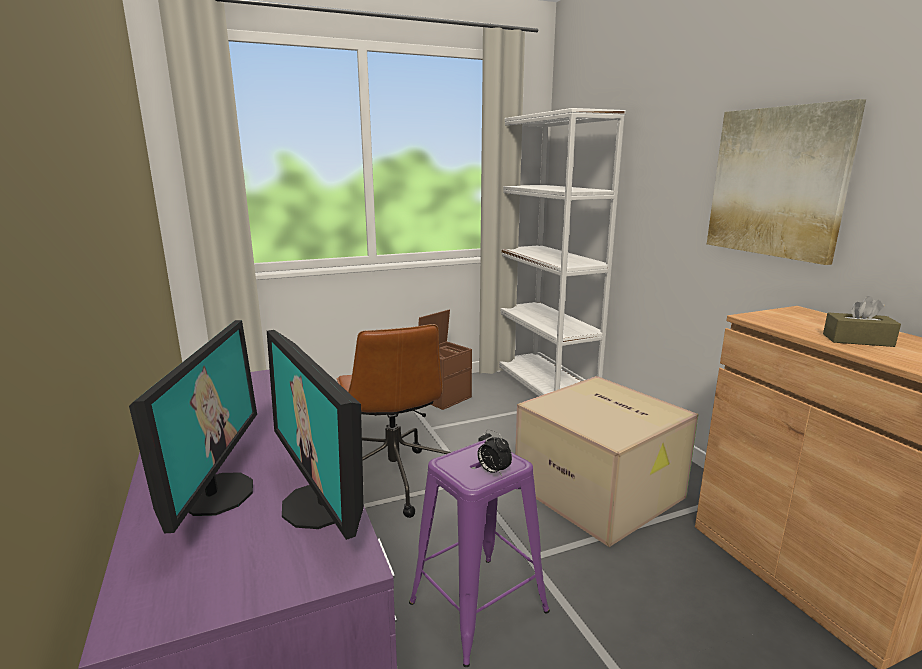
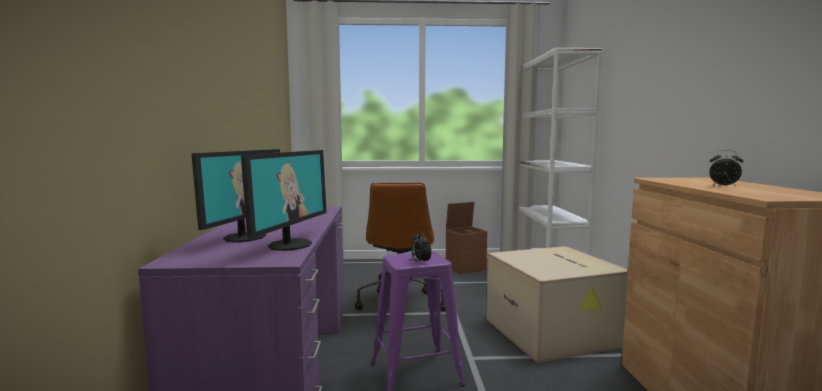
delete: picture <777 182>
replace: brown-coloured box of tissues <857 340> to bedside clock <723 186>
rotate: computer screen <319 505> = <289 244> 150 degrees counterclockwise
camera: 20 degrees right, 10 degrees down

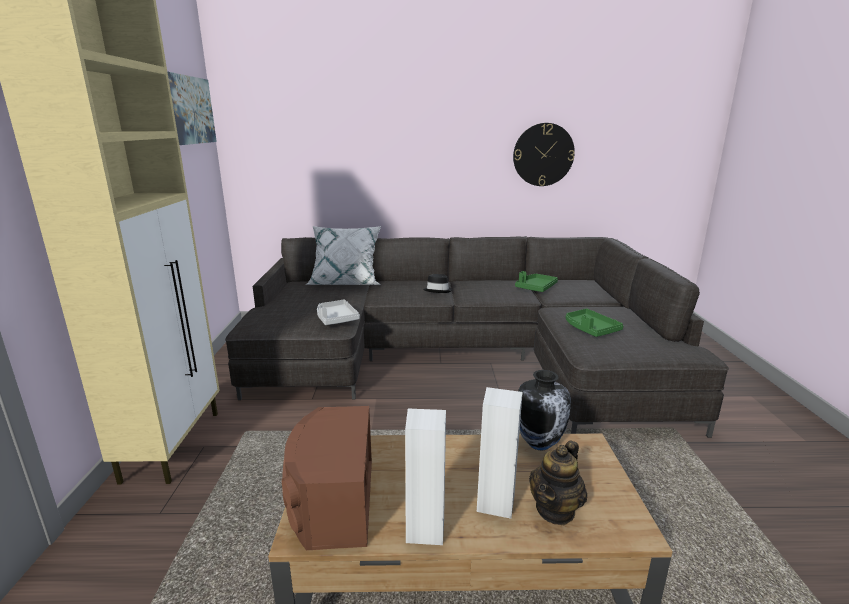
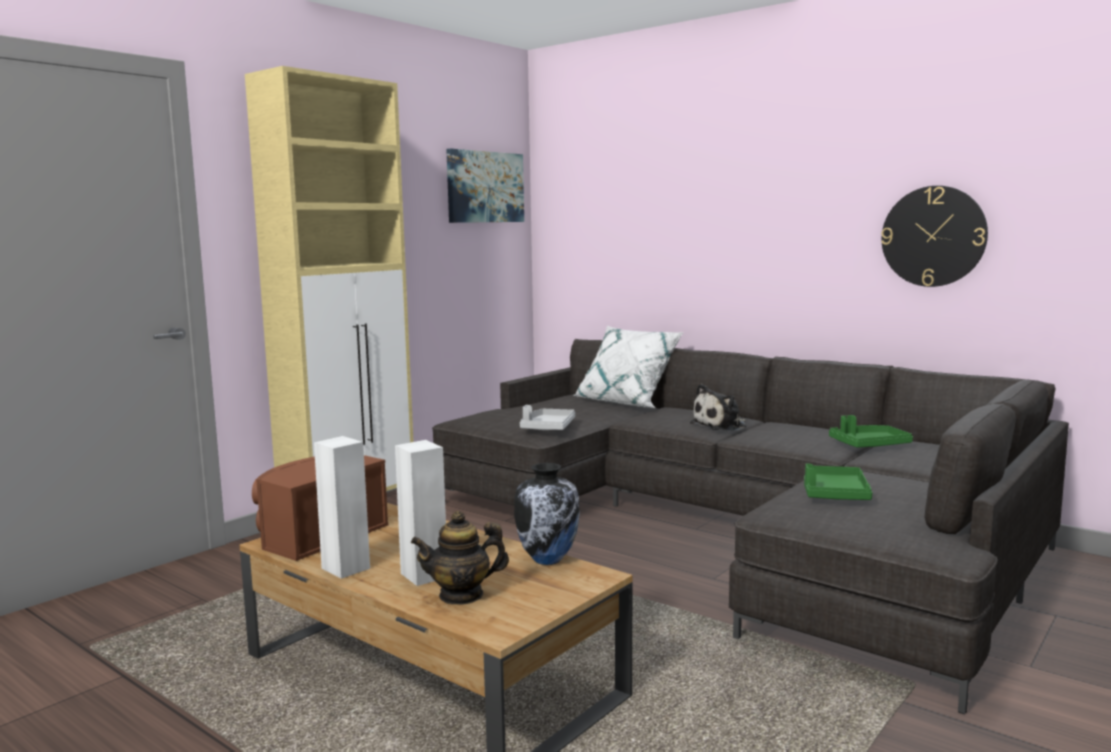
replace: blackish wearable hat <438 290> to soft toy <721 425>
camera: 40 degrees right, 10 degrees down

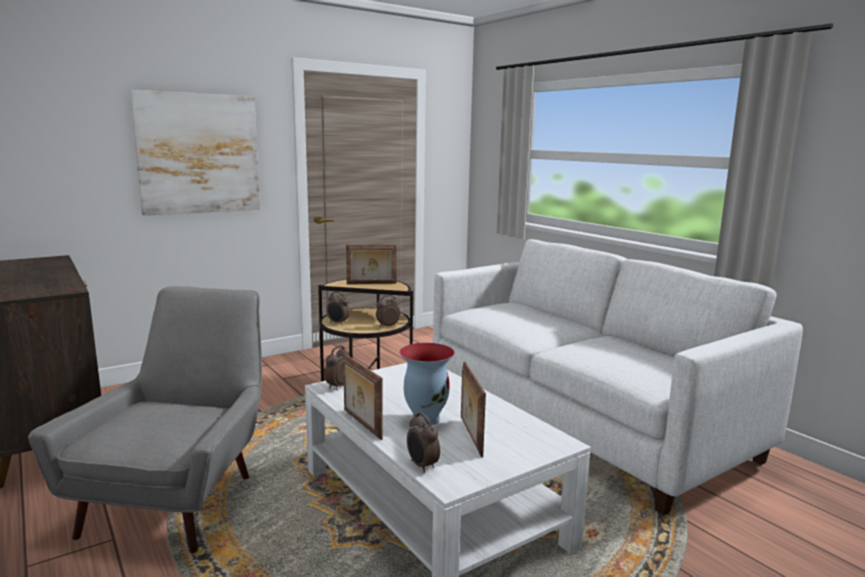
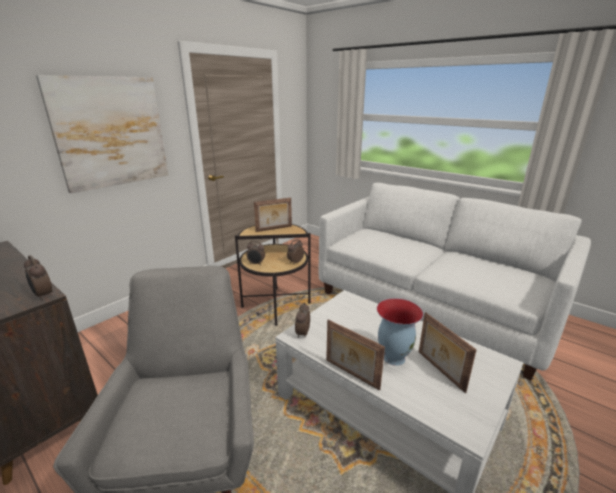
move: bedside clock <422 466> to <43 295>
camera: 15 degrees left, 10 degrees up

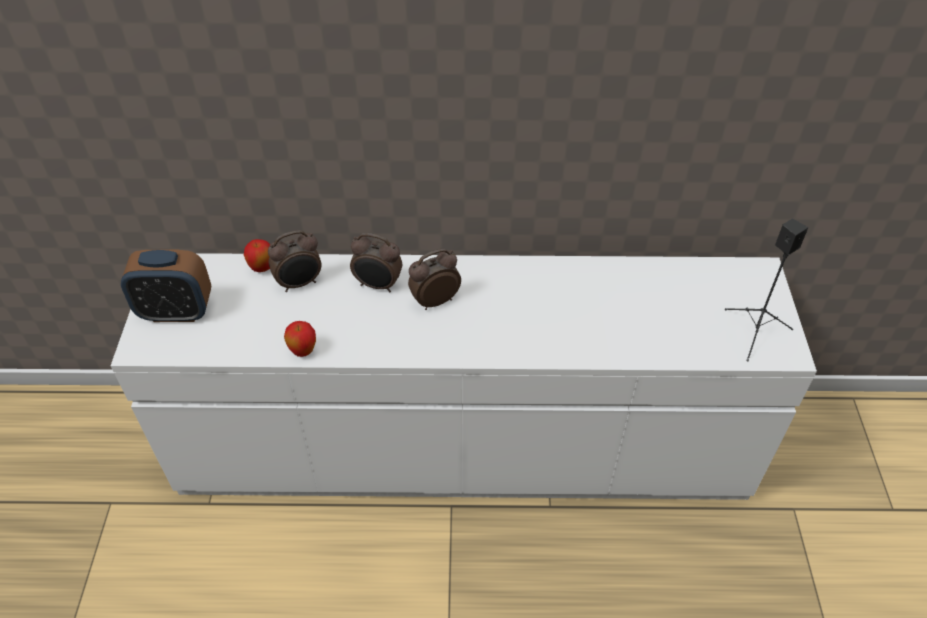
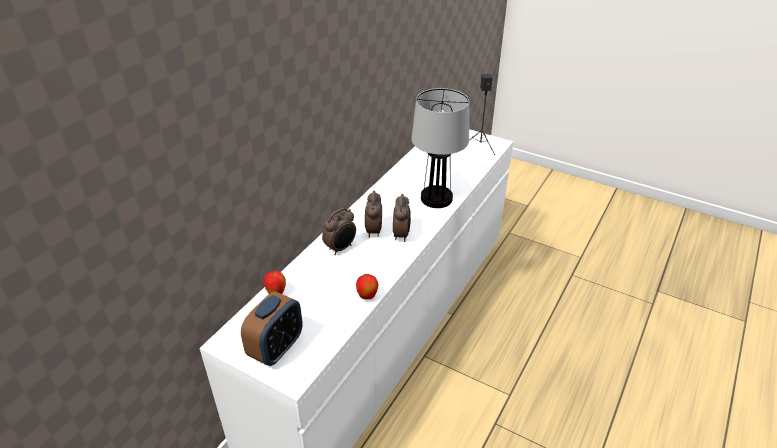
insert: table lamp <436 199>
move: bedside clock <300 283> to <401 235>
camera: 60 degrees left, 10 degrees down

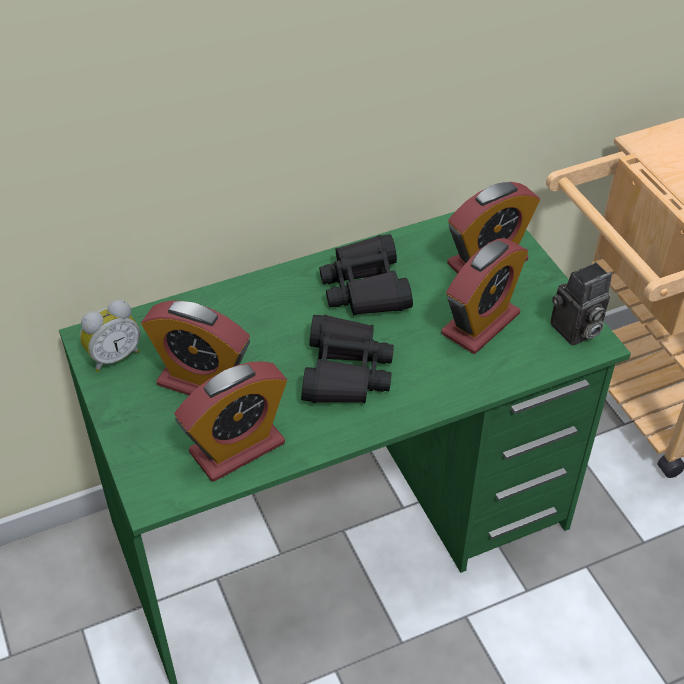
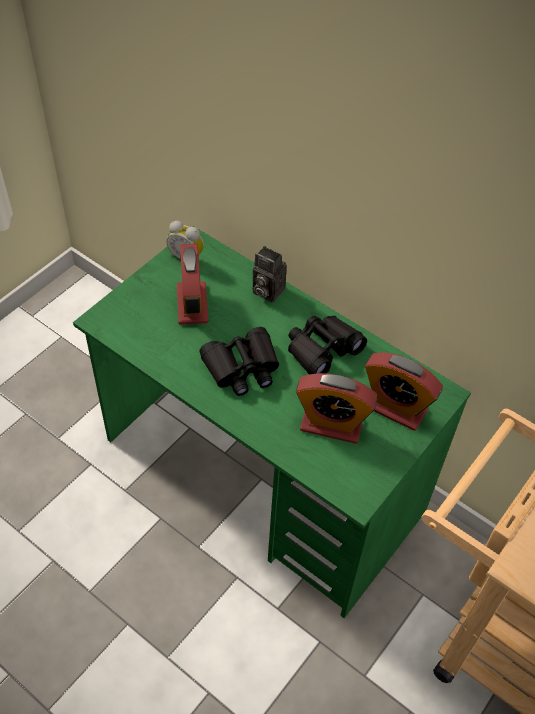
delete: bedside clock <237 448>
move: photo camera <575 331> to <266 291>
camera: 60 degrees right, 5 degrees up

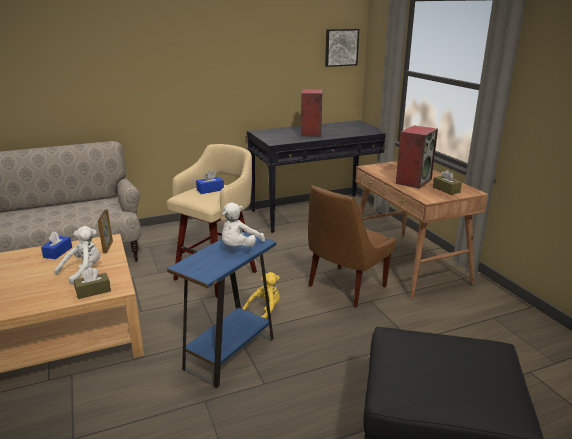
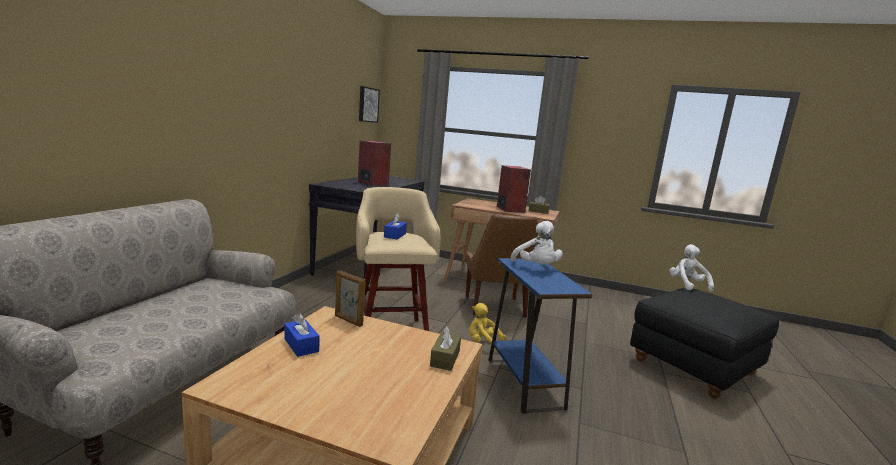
move: white-coloured soft toy <83 271> to <687 285>
rotate: yellow soft toy <265 311> = <483 344> 75 degrees counterclockwise
camera: 50 degrees left, 10 degrees down

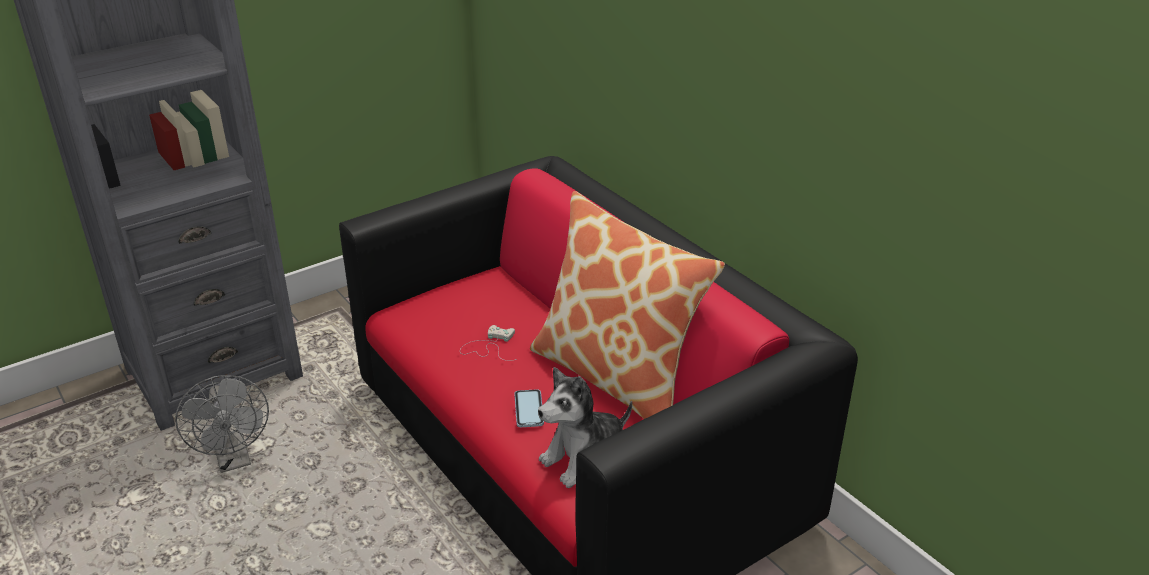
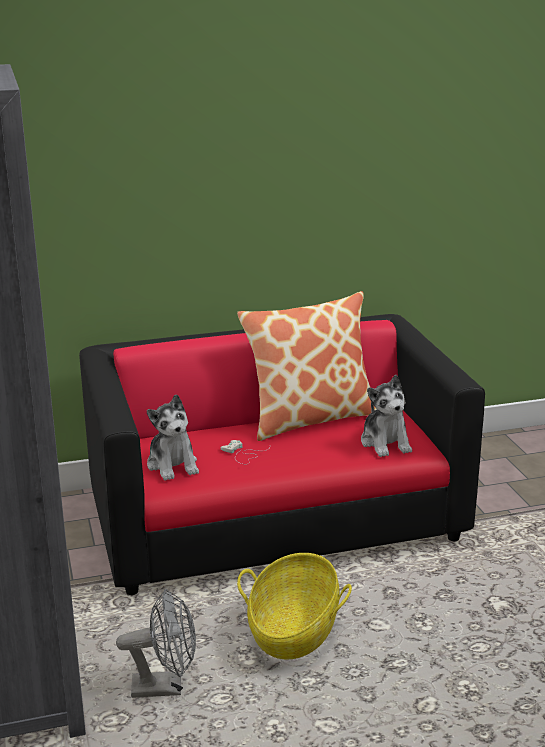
delete: phone <529 410>
insert: soft toy <173 465>; storage basket <294 630>
camera: 70 degrees left, 10 degrees down

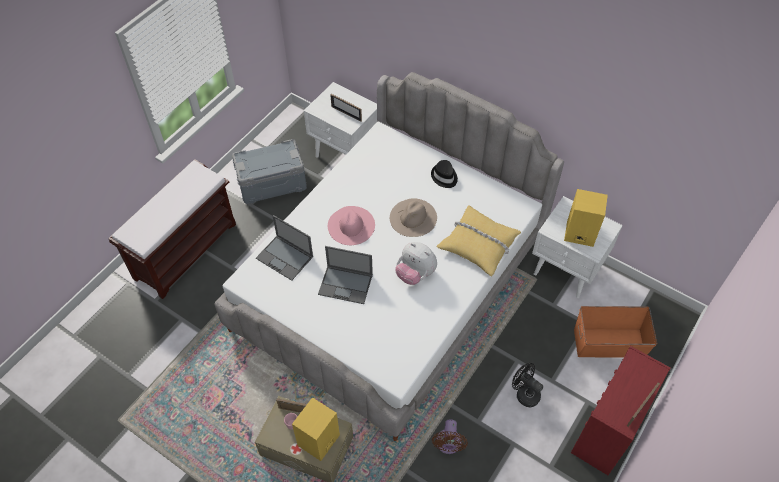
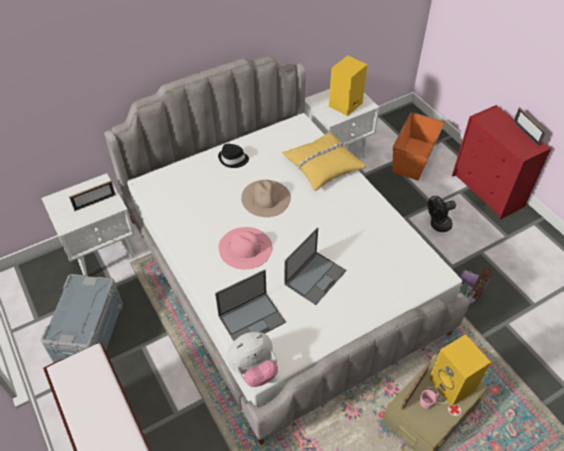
move: soft toy <415 274> to <253 370>
camera: 65 degrees left, 5 degrees down

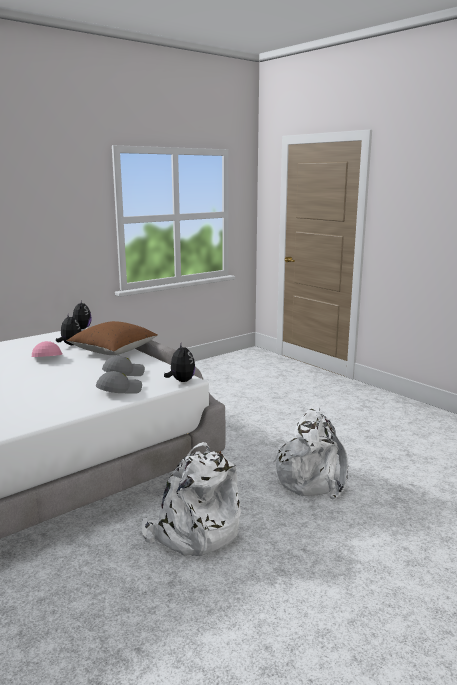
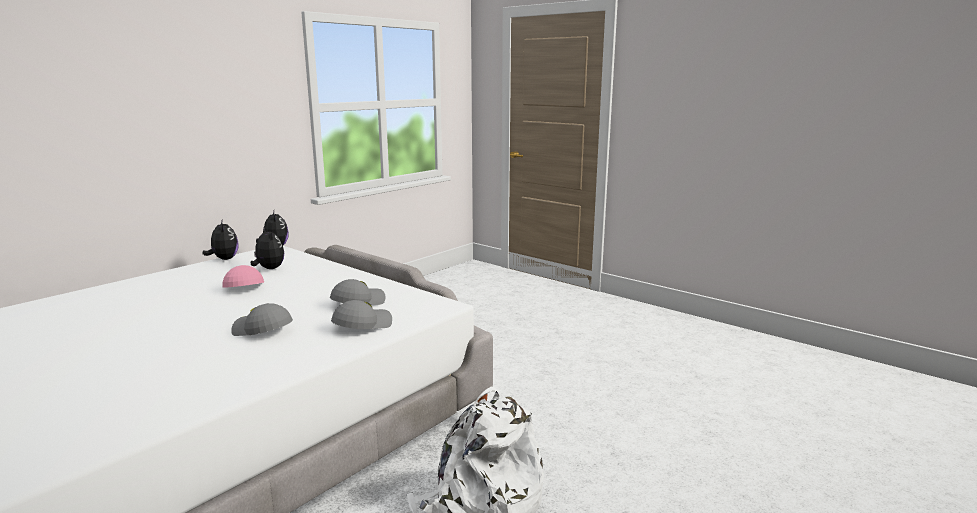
delete: brown-coloured throw pillow <113 351>; white-coloured rucksack <312 479>
insert: gray peaked cap <262 330>
move: soft toy <181 381> to <224 259>
camera: 10 degrees left, 0 degrees up

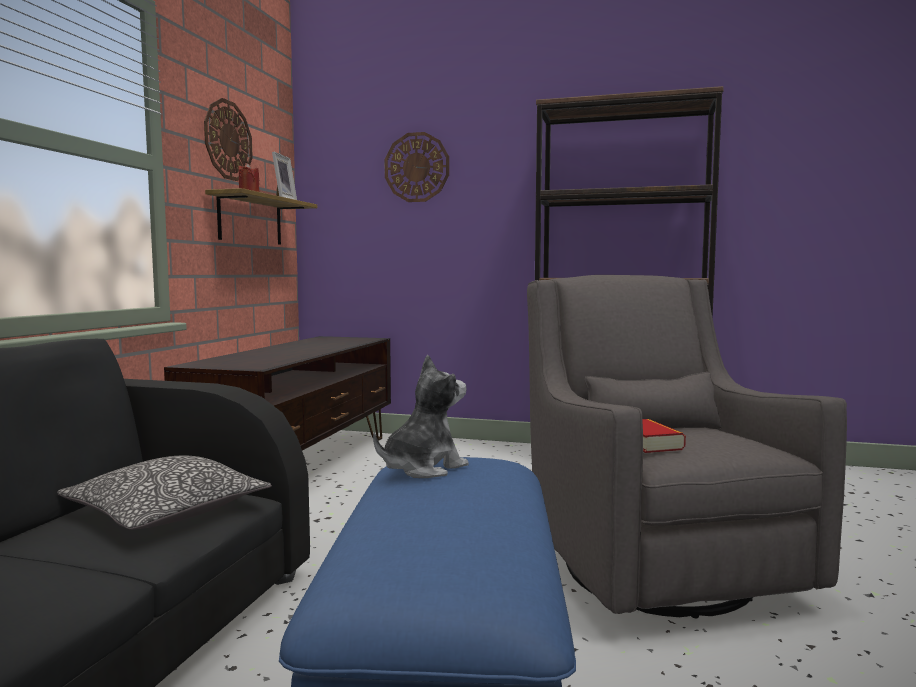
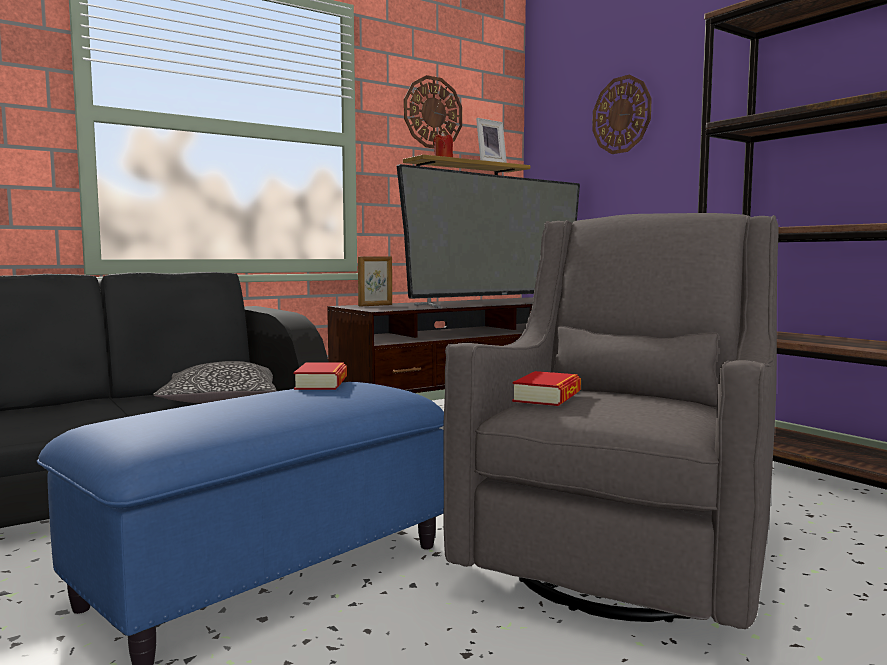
insert: standing frame <376 305>; television <496 303>
replace: soft toy <422 468> to bound book <321 383>
camera: 40 degrees right, 0 degrees up

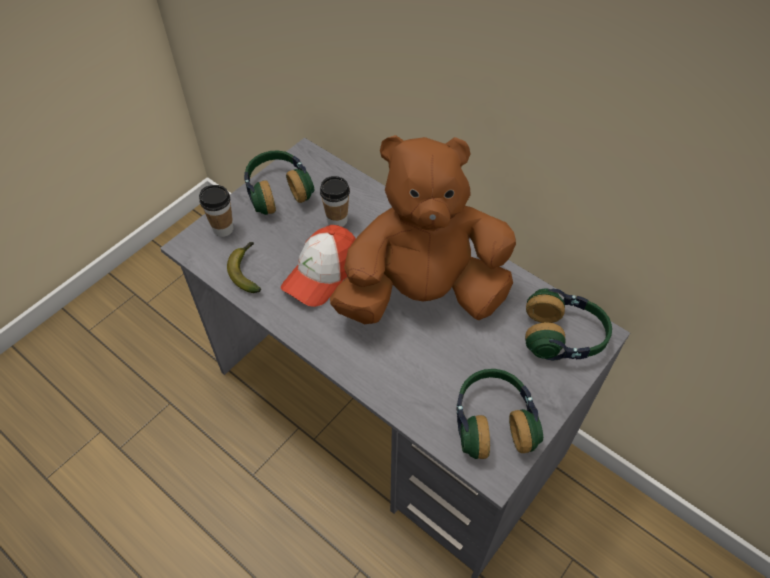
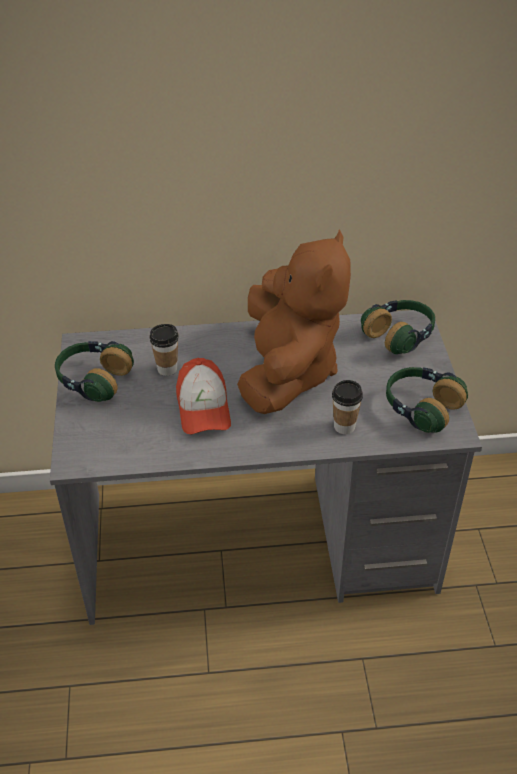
delete: banana fruit <246 270>
move: drinking cup <223 229> to <344 426>
rotate: brown-coloured soft toy <423 294> = <287 372> 150 degrees clockwise
camera: 45 degrees left, 10 degrees down

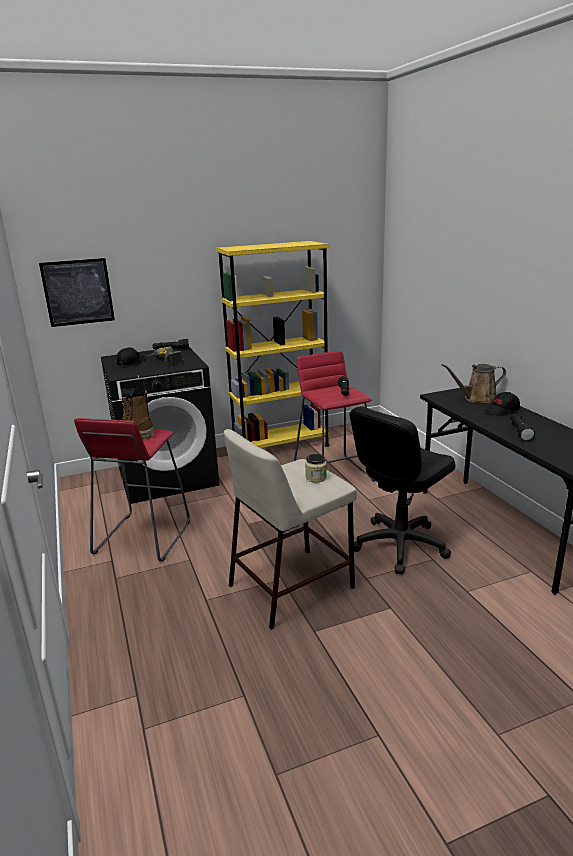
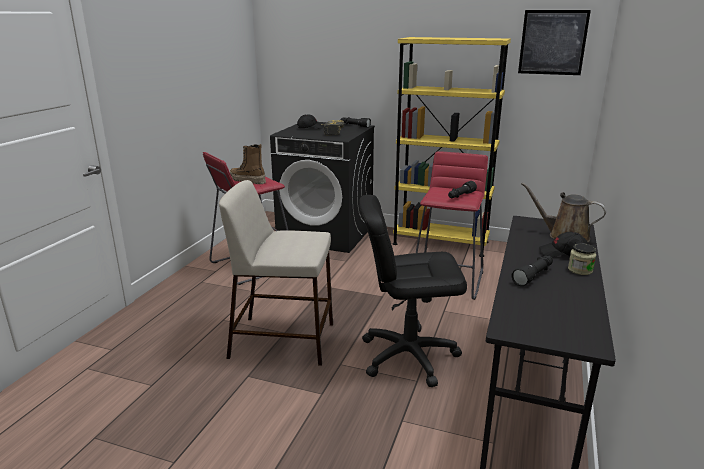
move: picture <78 292> to <552 42>; storage jar <316 477> to <580 270>
camera: 40 degrees right, 0 degrees up

